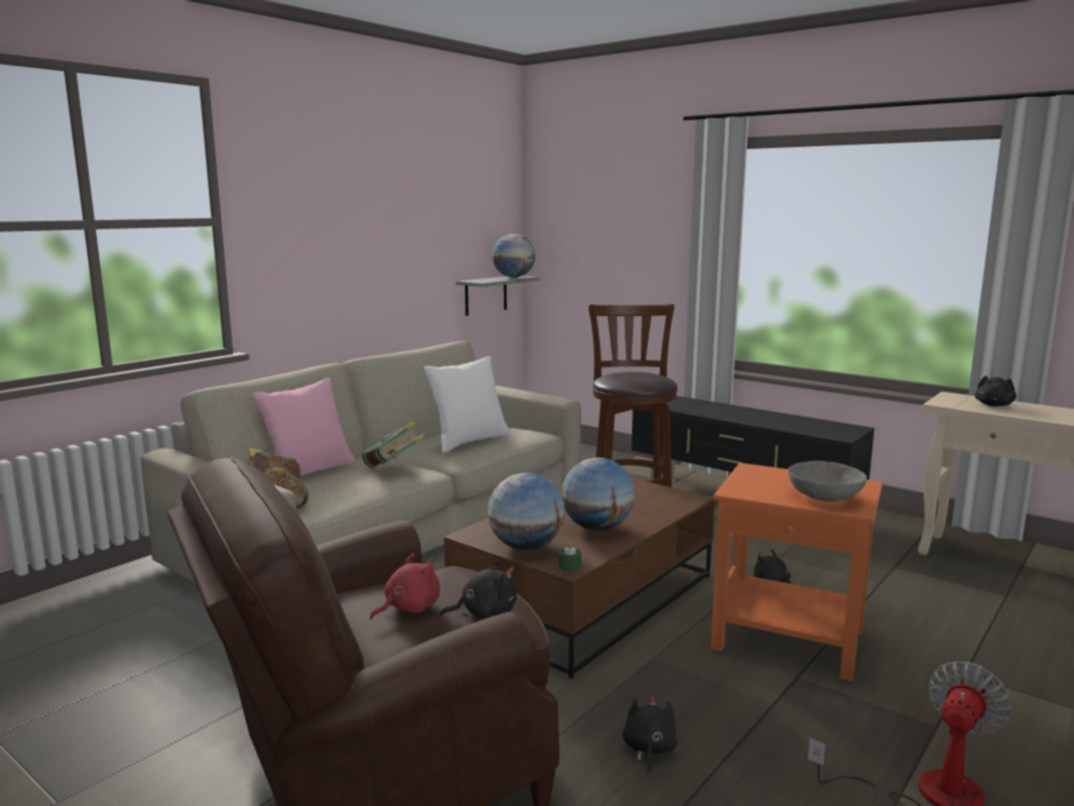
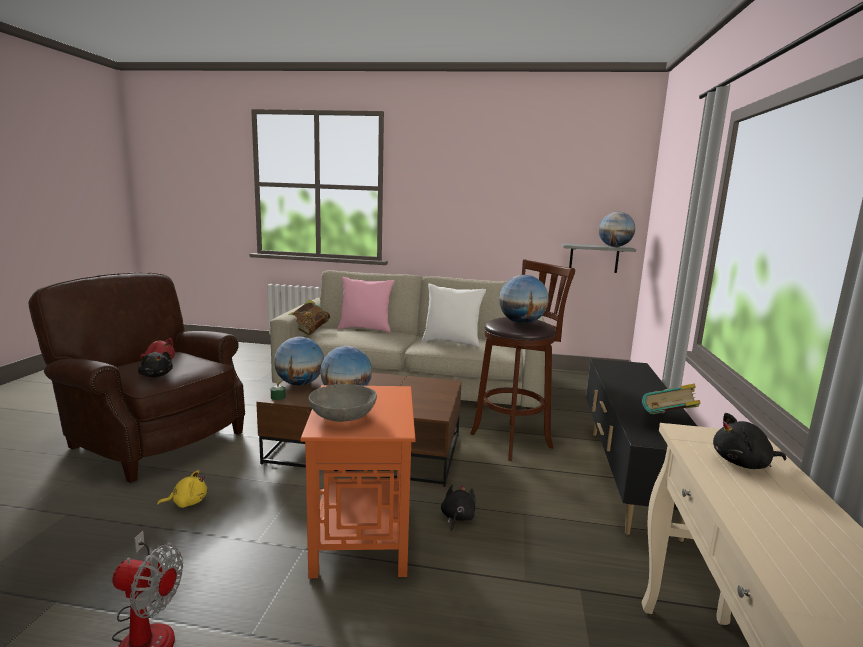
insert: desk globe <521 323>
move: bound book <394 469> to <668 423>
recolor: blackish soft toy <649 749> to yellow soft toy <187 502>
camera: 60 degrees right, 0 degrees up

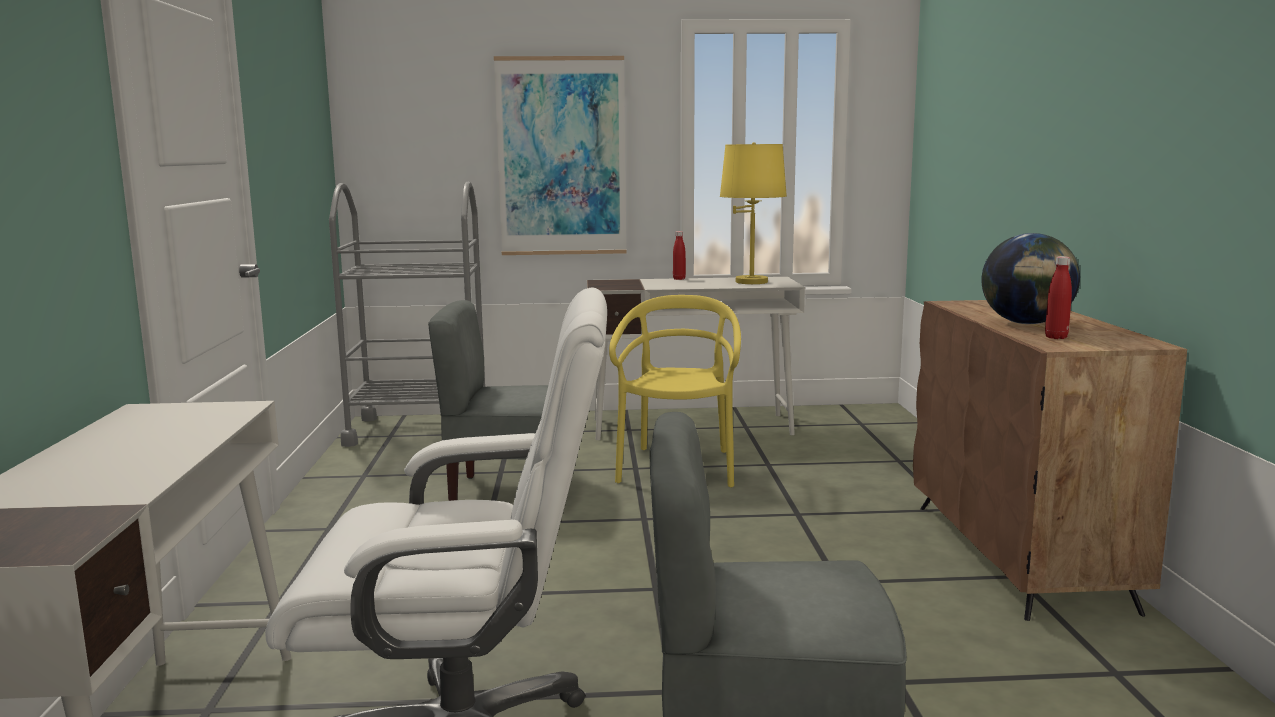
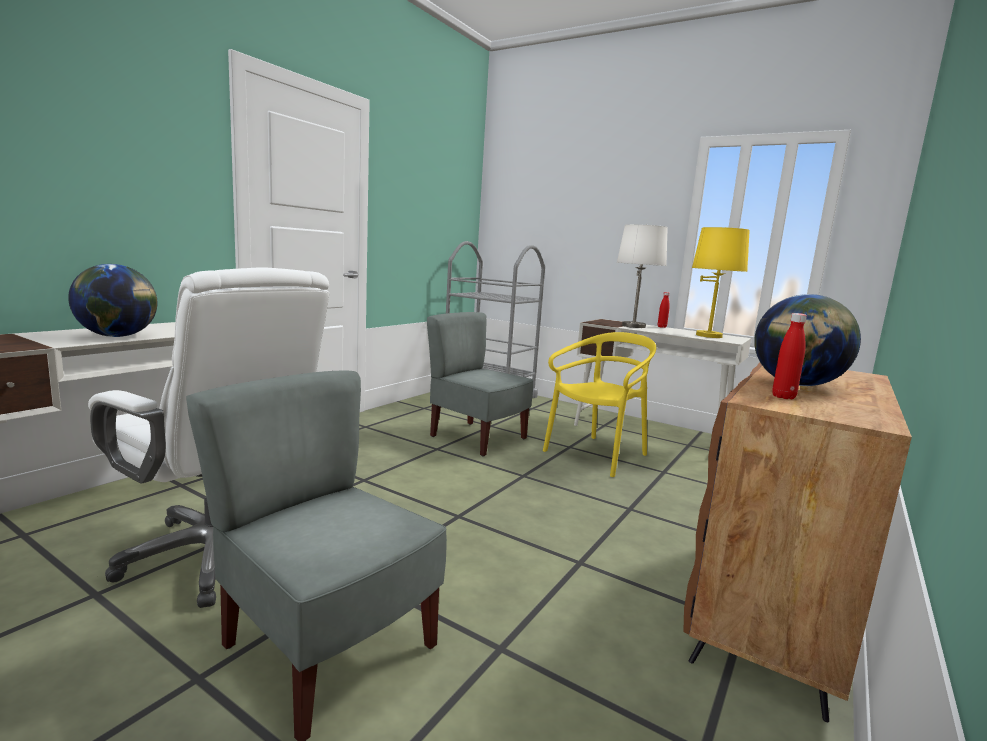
delete: picture <561 157>
insert: desk globe <118 336>; white-coloured table lamp <634 326>
camera: 35 degrees right, 0 degrees up

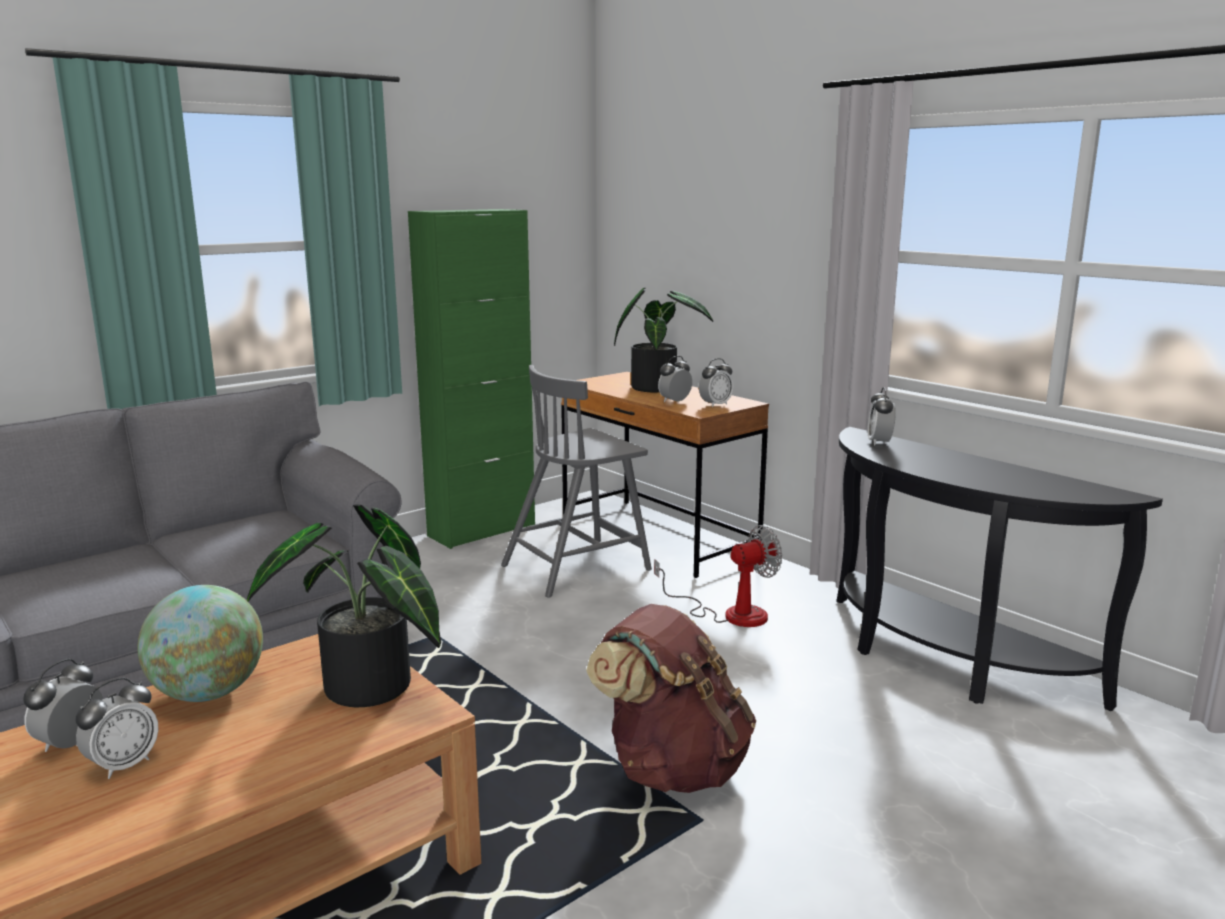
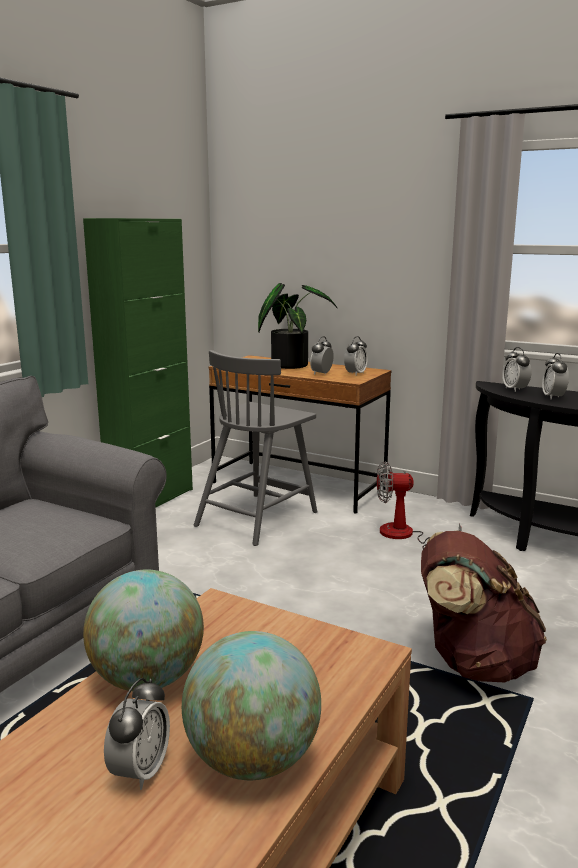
delete: houseplant <369 692>
insert: desk globe <252 760>
move: bedside clock <70 744> to <553 397>
rotate: fan <730 614> = <405 536> 135 degrees counterclockwise
camera: 20 degrees left, 0 degrees up

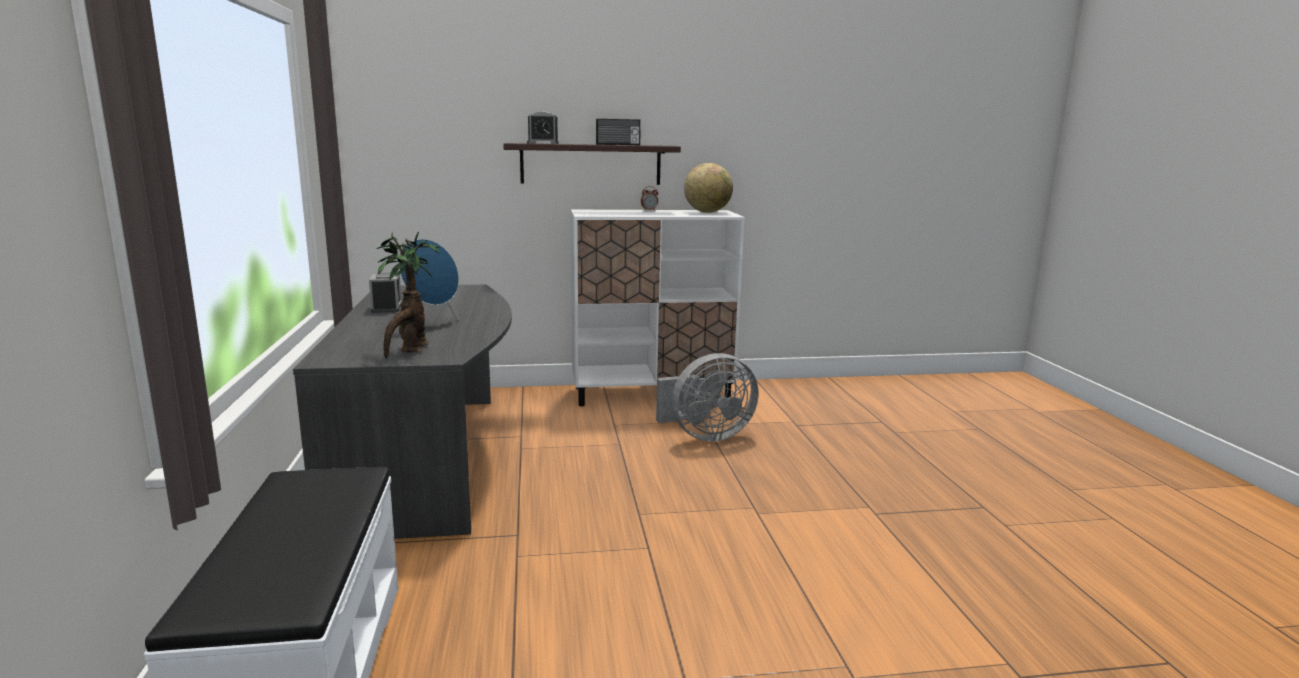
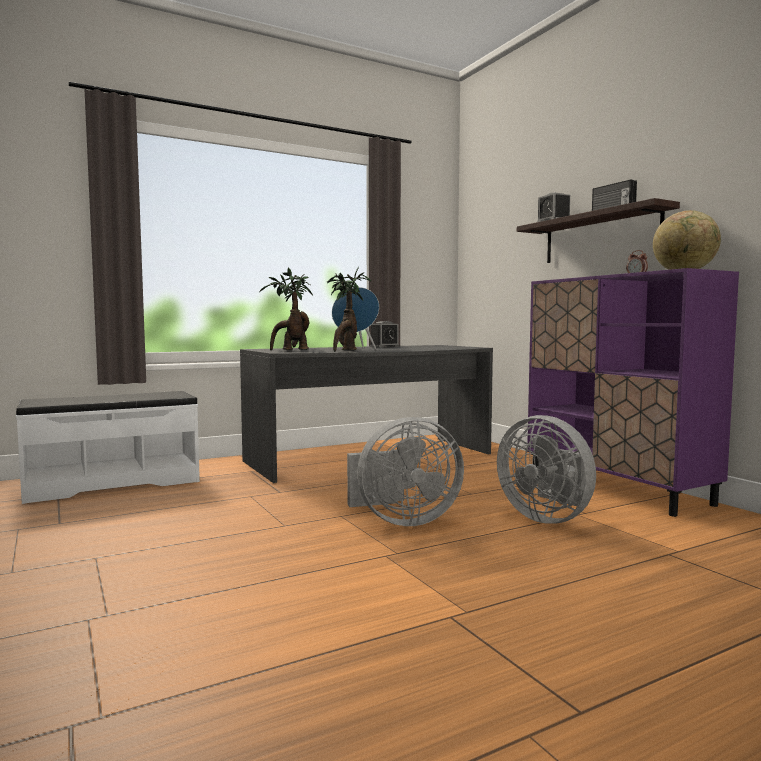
insert: houseplant <346 351>; gray fan <402 520>
recolor: white-coloured cupboard <652 394> to purplish cupboard <616 488>
camera: 70 degrees right, 10 degrees down

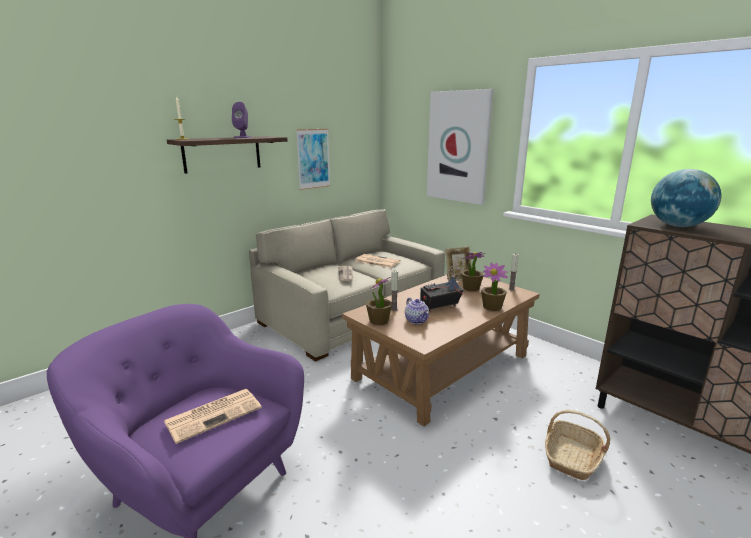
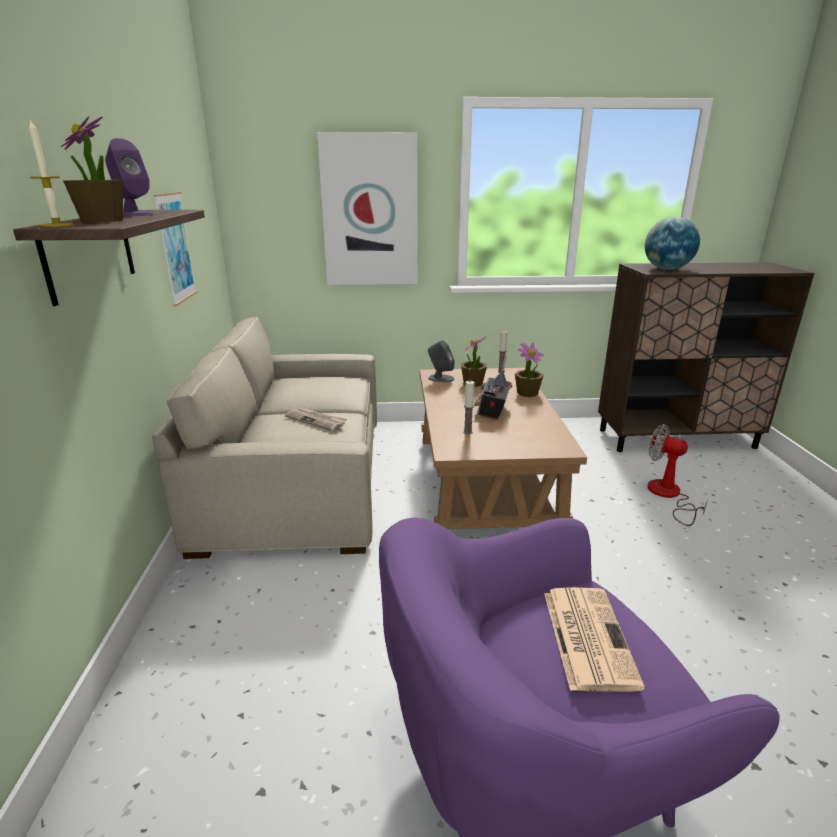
delete: printed paper <376 261>; pot for tea <417 320>
move: houseplant <379 321> to <102 221>
replace: standing frame <458 278> to gray audio speaker <440 378>; storage basket <572 457> to fan <668 496>
camera: 50 degrees left, 5 degrees up

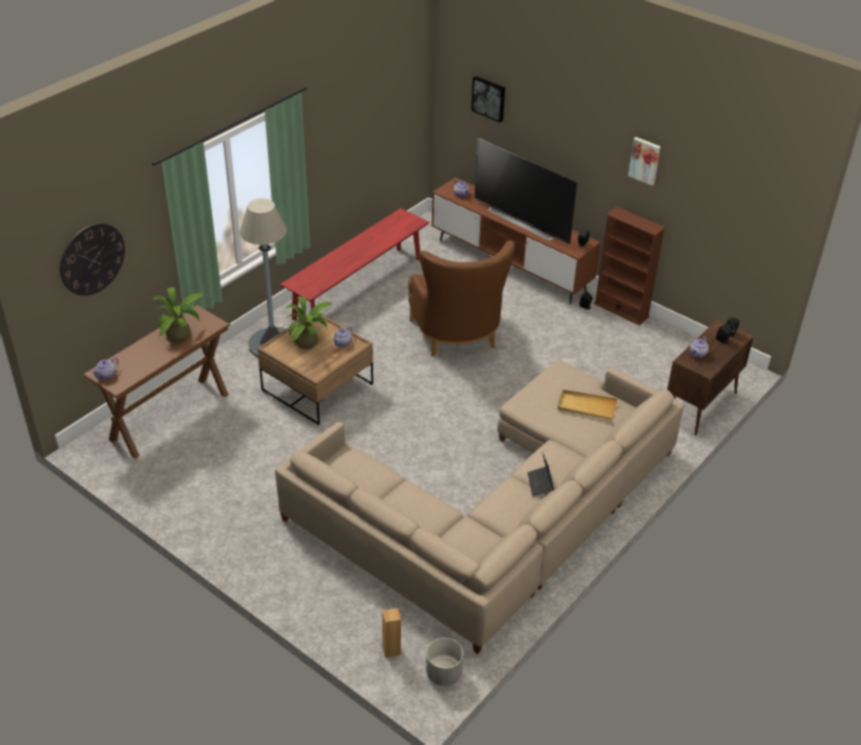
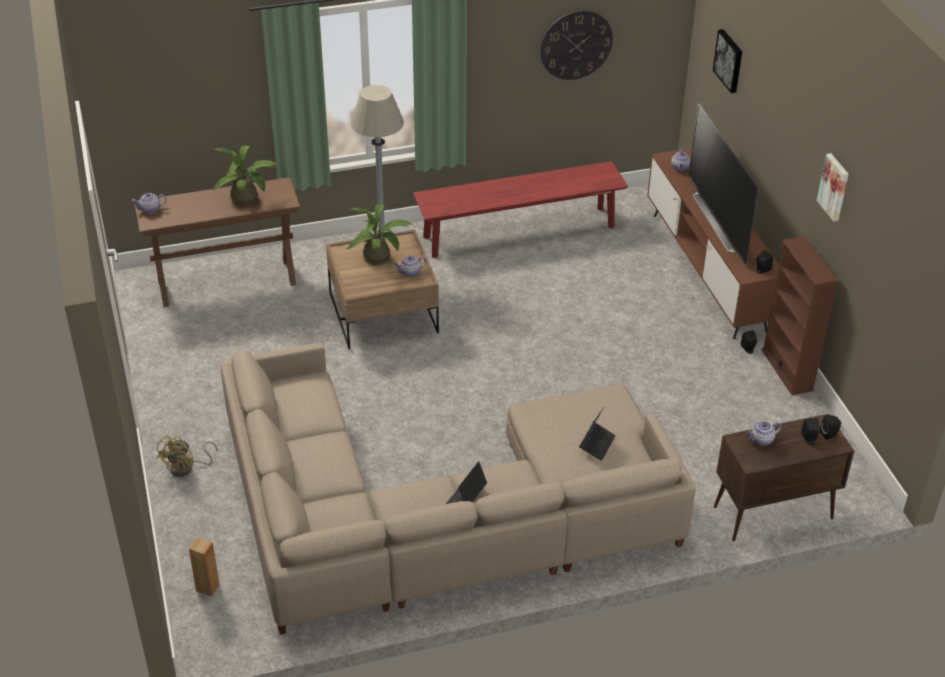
delete: brown-coloured easy chair <458 339>; gray plant pot <443 673>
insert: yellow fan <187 468>
move: wall clock <92 259> to <576 44>
replace: sand-coloured carrying tray <586 407> to notebook computer <597 444>
camera: 35 degrees right, 0 degrees up

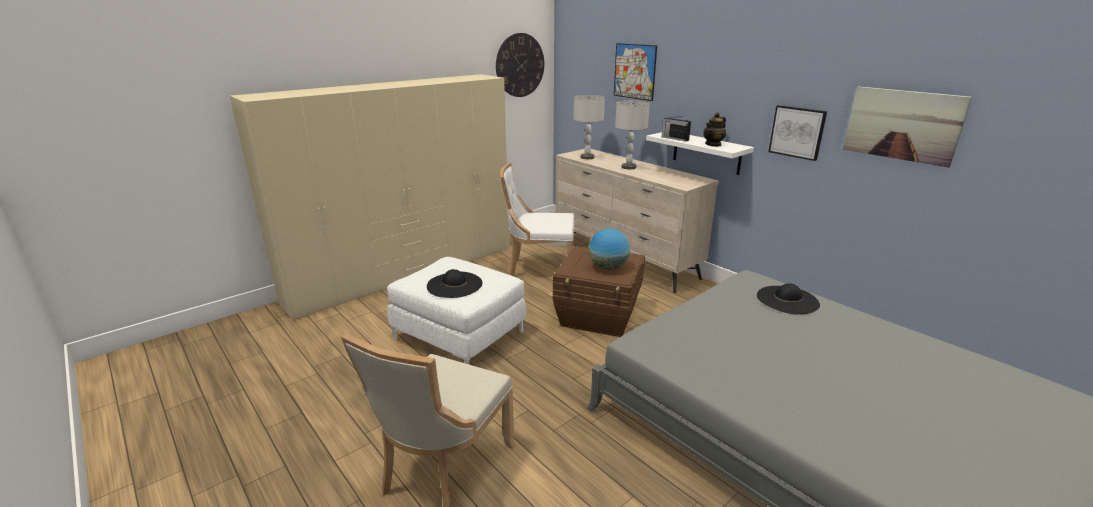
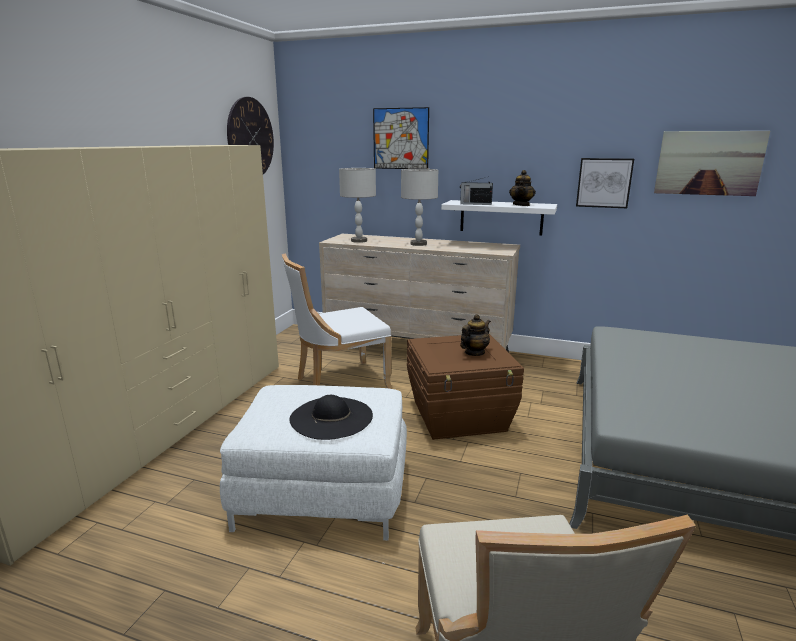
delete: blackish wearable hat <787 300>
replace: desk globe <608 267> to pot for tea <474 353>
camera: 30 degrees left, 5 degrees down

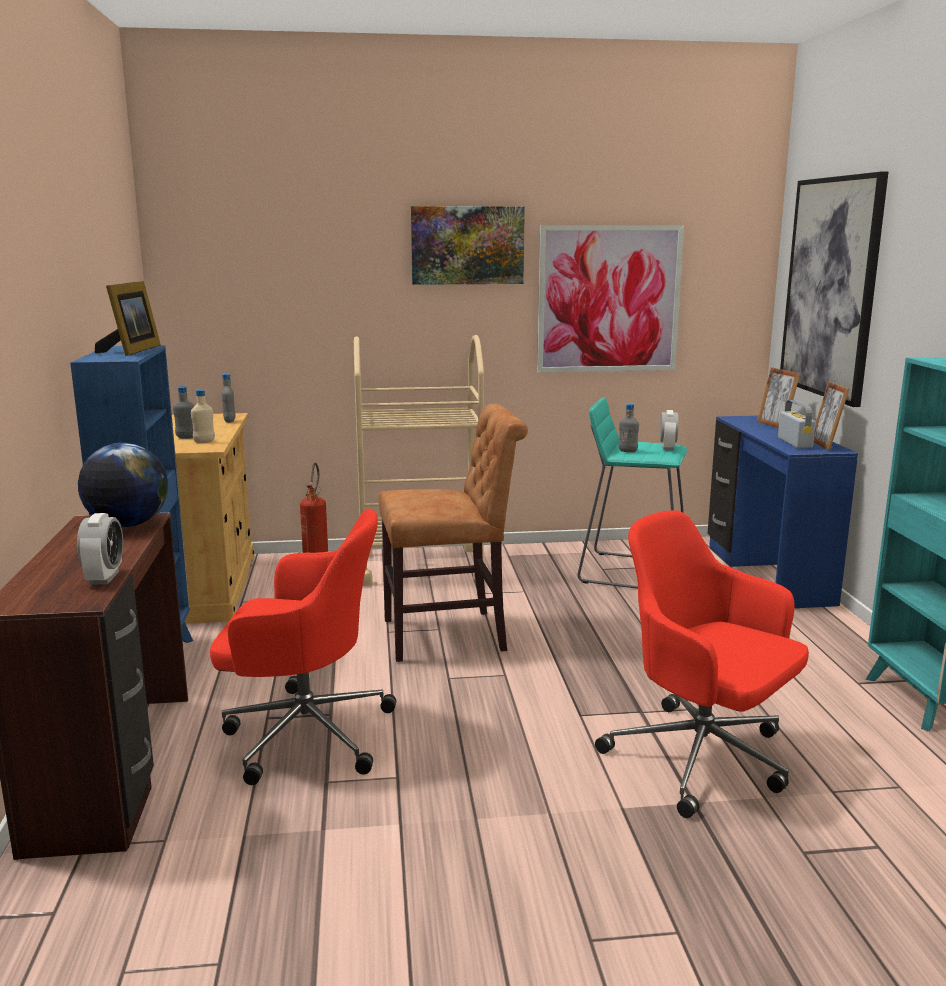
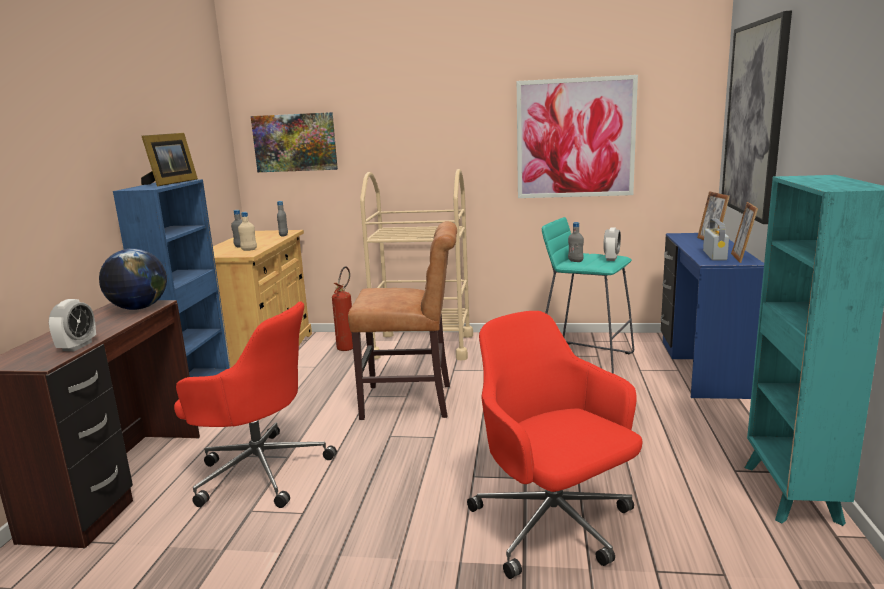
move: picture <467 245> to <295 142>
camera: 15 degrees right, 0 degrees up

